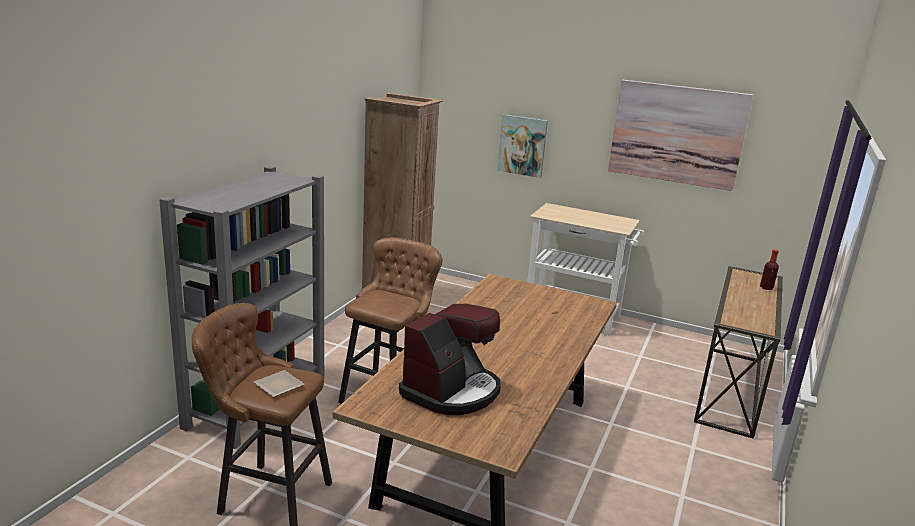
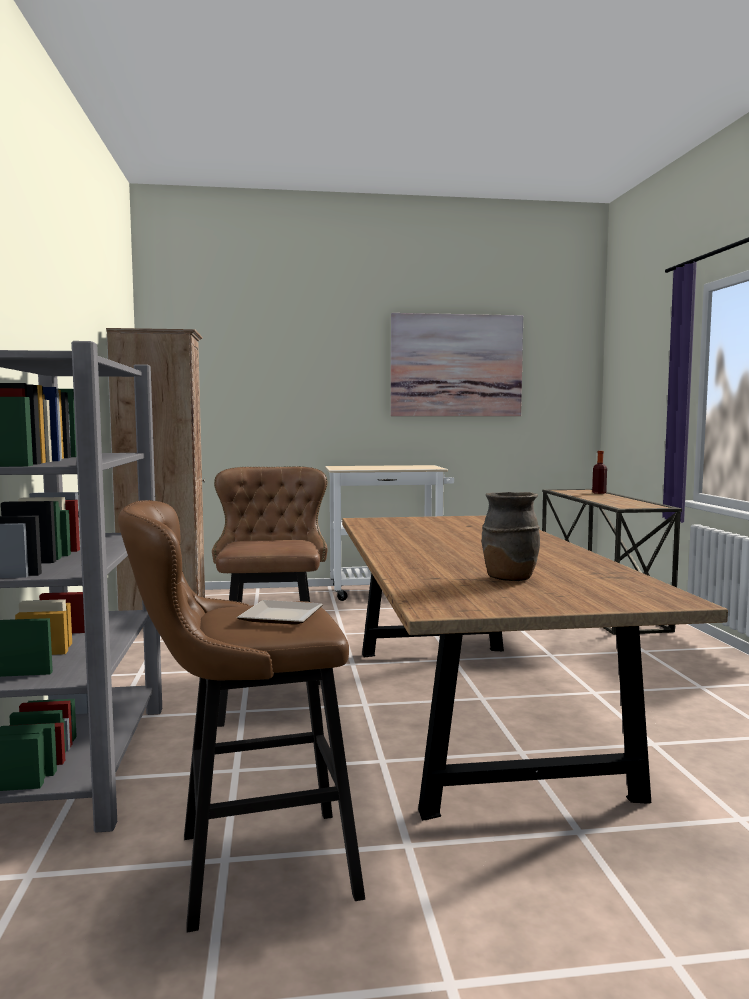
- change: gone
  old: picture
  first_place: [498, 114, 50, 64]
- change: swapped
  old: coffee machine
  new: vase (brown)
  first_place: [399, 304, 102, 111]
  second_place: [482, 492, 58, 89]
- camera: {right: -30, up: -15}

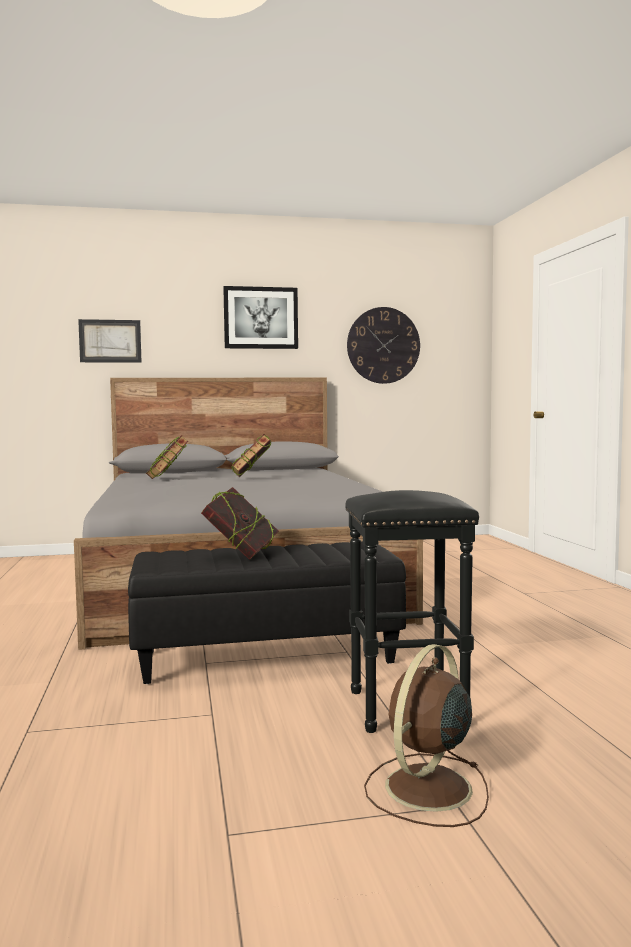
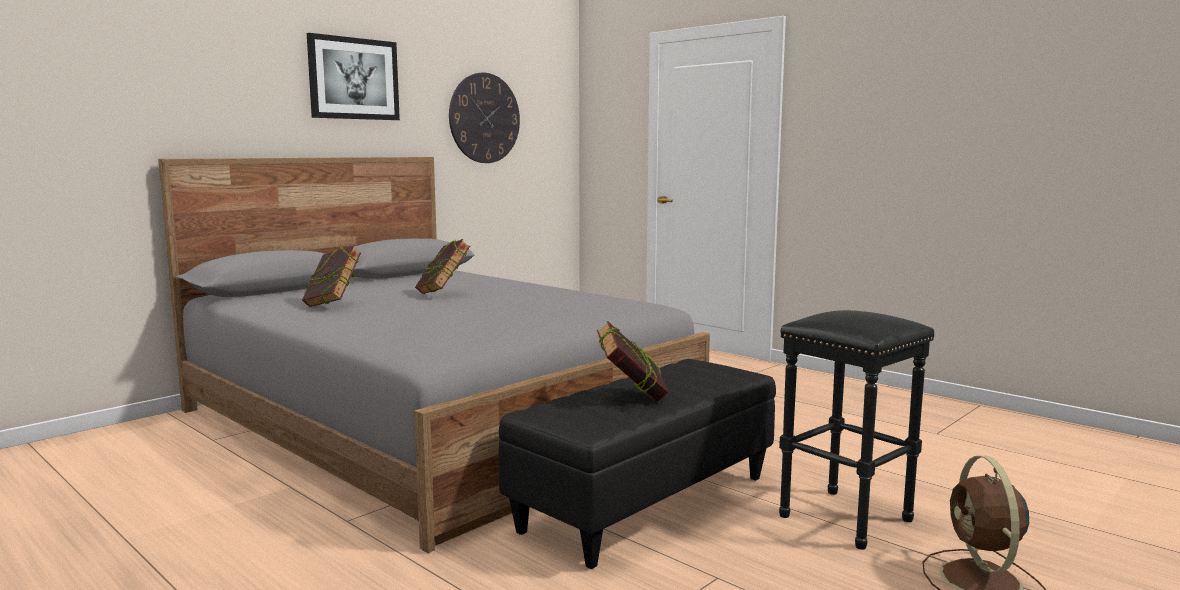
- change: gone
  old: picture
  first_place: [78, 319, 64, 44]
- camera: {right: -35, up: 5}

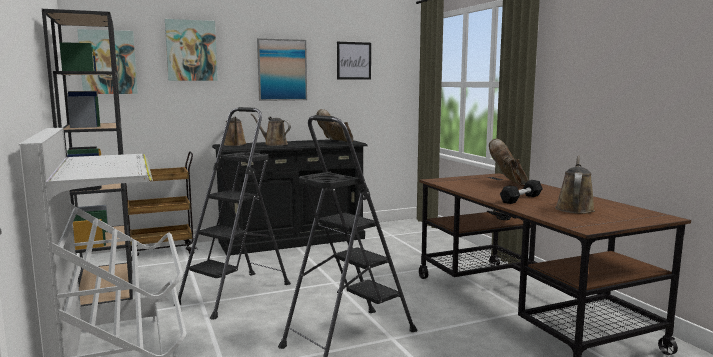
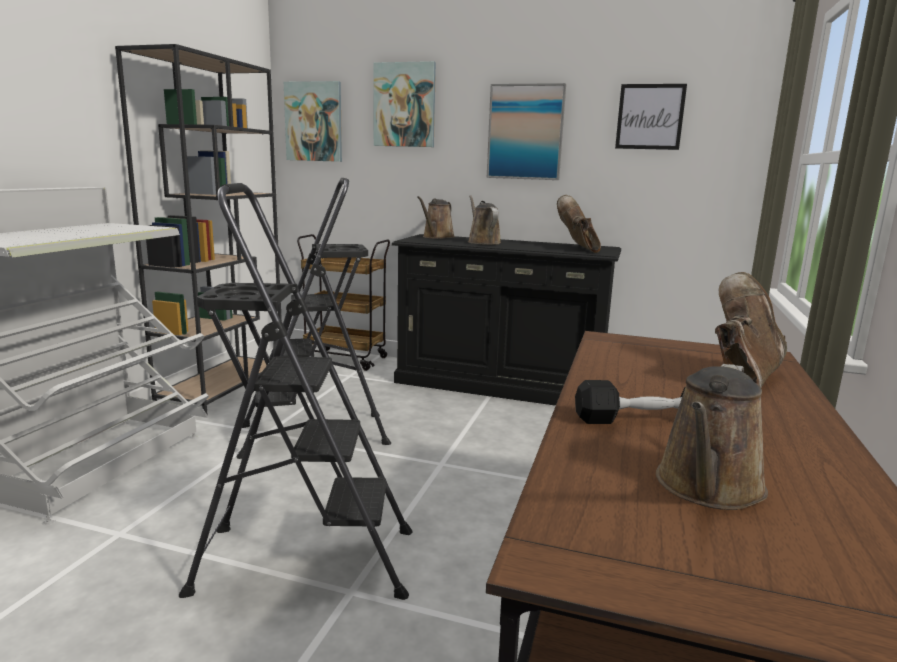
- change: rotated
  old: watering can (brown)
  first_place: [555, 156, 40, 58]
  second_place: [656, 364, 112, 146]
  degrees: 150
- camera: {right: 40, up: 5}

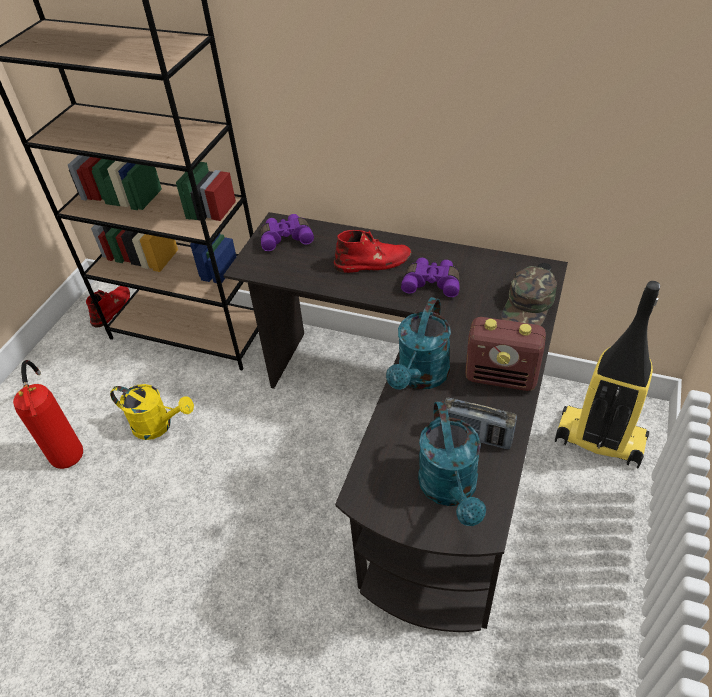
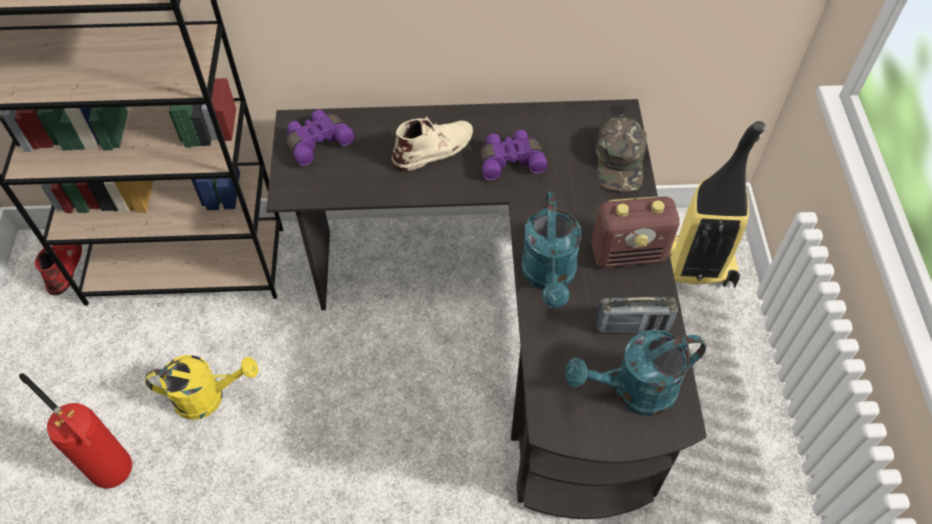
- change: repainted
  old: boot (red)
  new: boot (beige)
  first_place: [334, 230, 78, 43]
  second_place: [392, 117, 81, 54]
- change: rotated
  old: watering can (turquoise)
  first_place: [418, 401, 68, 125]
  second_place: [565, 330, 141, 86]
  degrees: 105
- camera: {right: -25, up: 10}

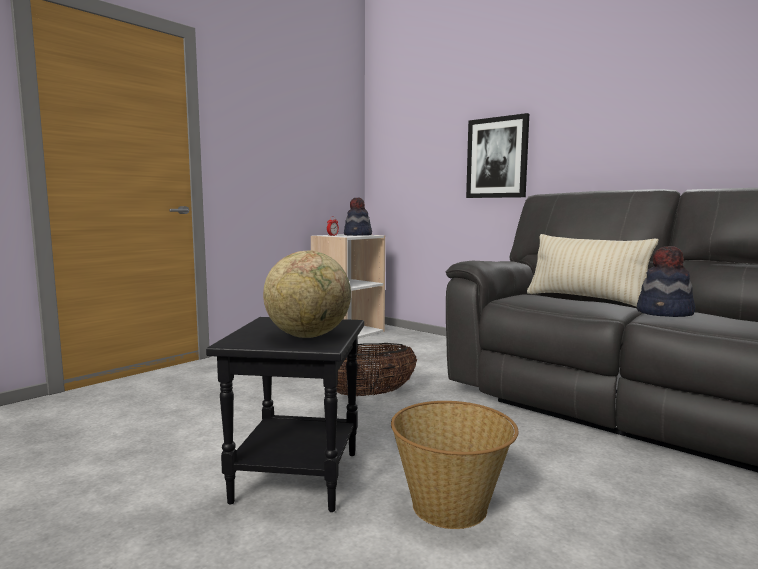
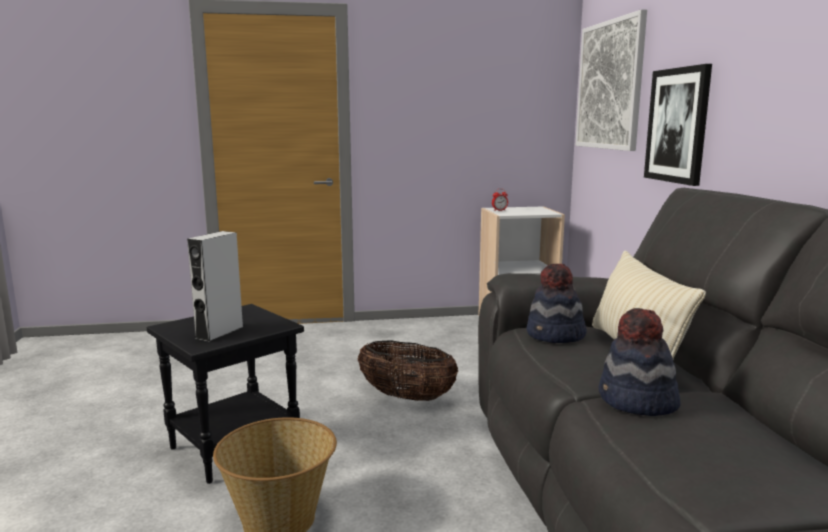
- change: new
  new: picture
  second_place: [576, 9, 71, 142]
- change: shifted
  old: hat
  first_place: [344, 198, 28, 38]
  second_place: [526, 264, 61, 79]
- change: swapped
  old: globe
  new: speaker (grey)
  first_place: [263, 251, 88, 87]
  second_place: [187, 231, 57, 111]
- camera: {right: 40, up: 5}

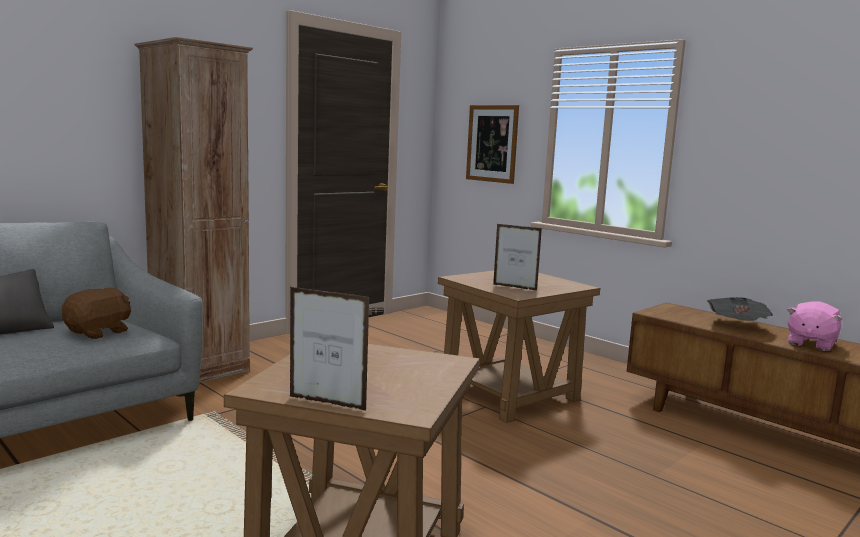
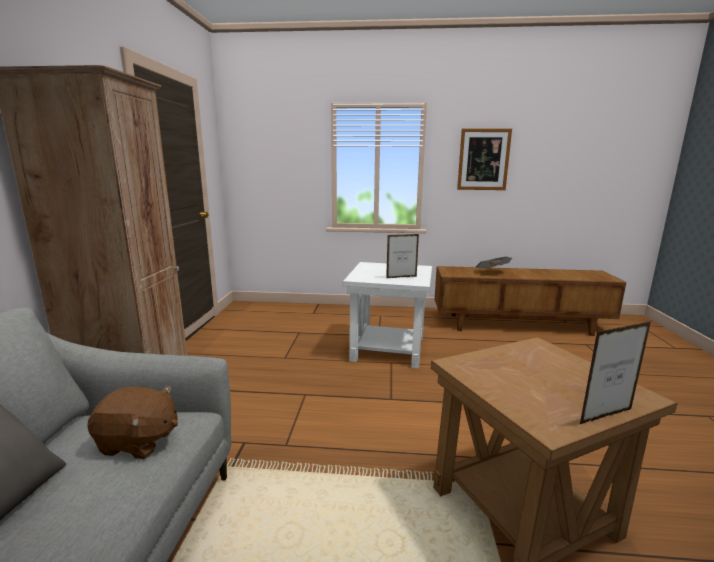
- change: gone
  old: plush toy (pink)
  first_place: [786, 301, 57, 50]
- change: shifted
  old: picture
  first_place: [466, 105, 53, 79]
  second_place: [457, 128, 55, 62]
- change: repainted
  old: side table (brown)
  new: side table (white)
  first_place: [438, 270, 162, 153]
  second_place: [343, 262, 89, 107]
- change: rotated
  old: plush toy (brown)
  first_place: [62, 288, 69, 51]
  second_place: [87, 386, 91, 73]
  degrees: 105
- camera: {right: -40, up: 5}

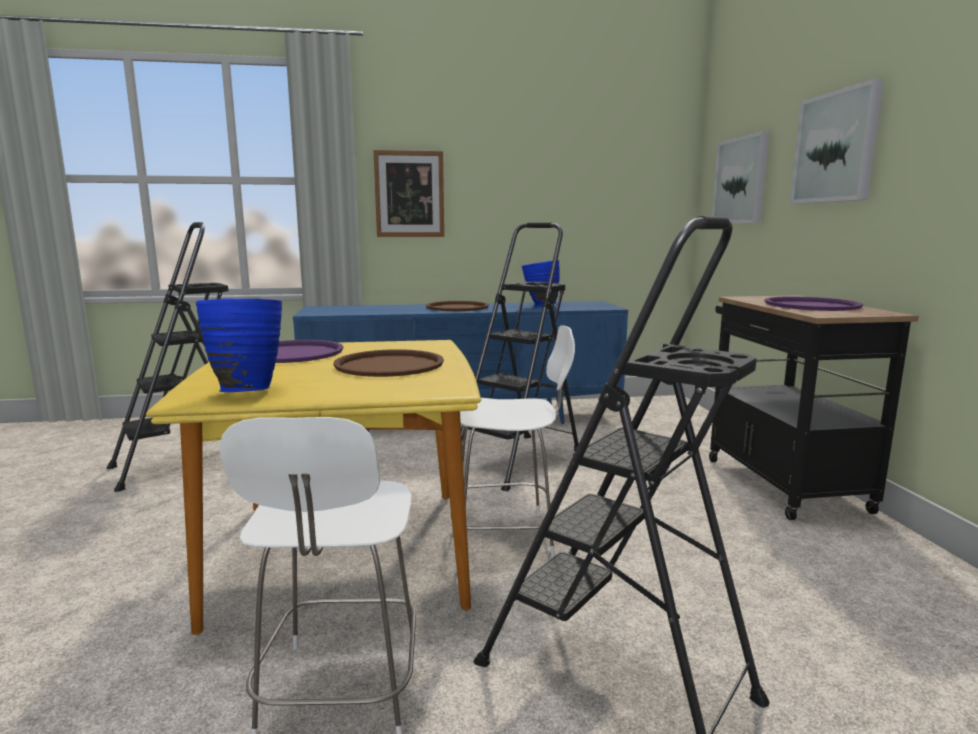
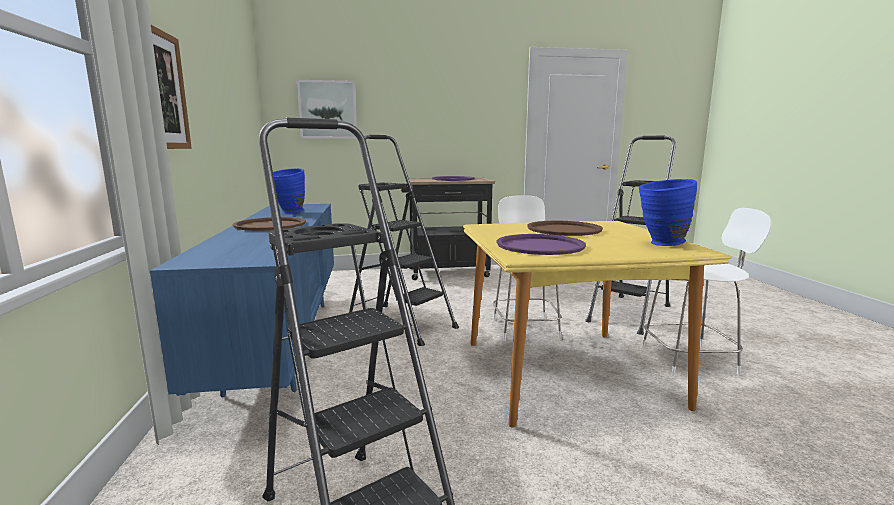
- change: gone
  old: picture
  first_place: [790, 78, 94, 126]
- camera: {right: -90, up: 0}

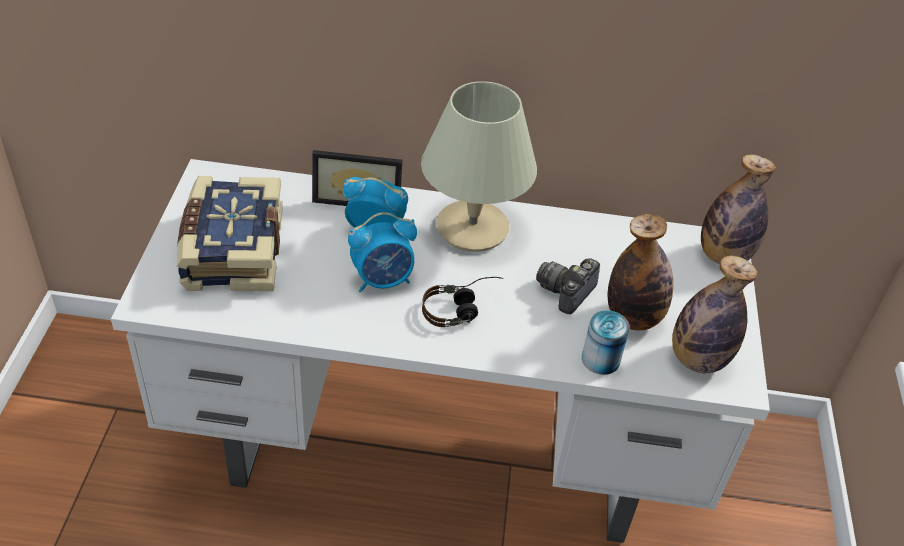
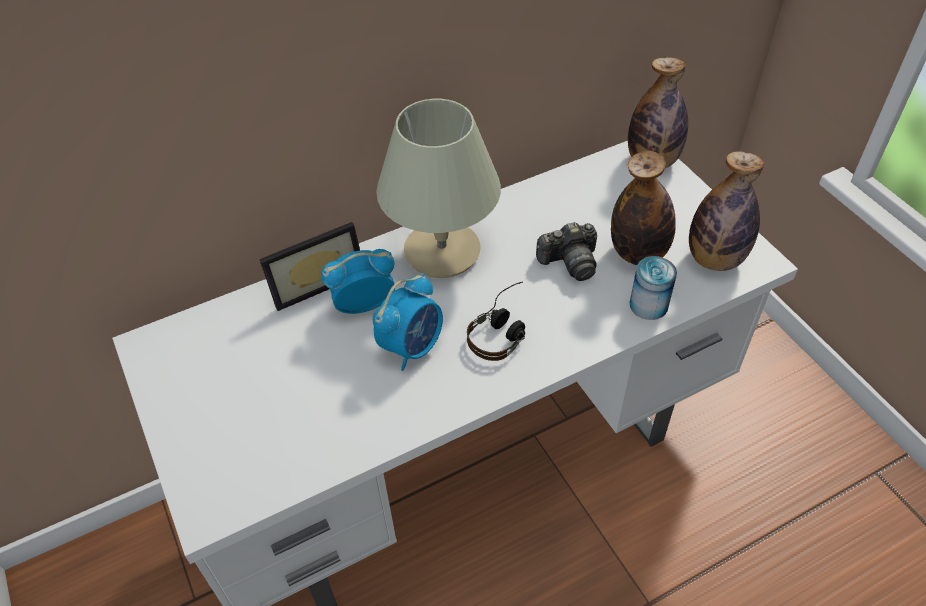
- change: gone
  old: book
  first_place: [177, 176, 106, 115]
- change: rotated
  old: photo camera
  first_place: [536, 258, 64, 56]
  second_place: [536, 222, 61, 59]
  degrees: -105
- camera: {right: -30, up: 5}

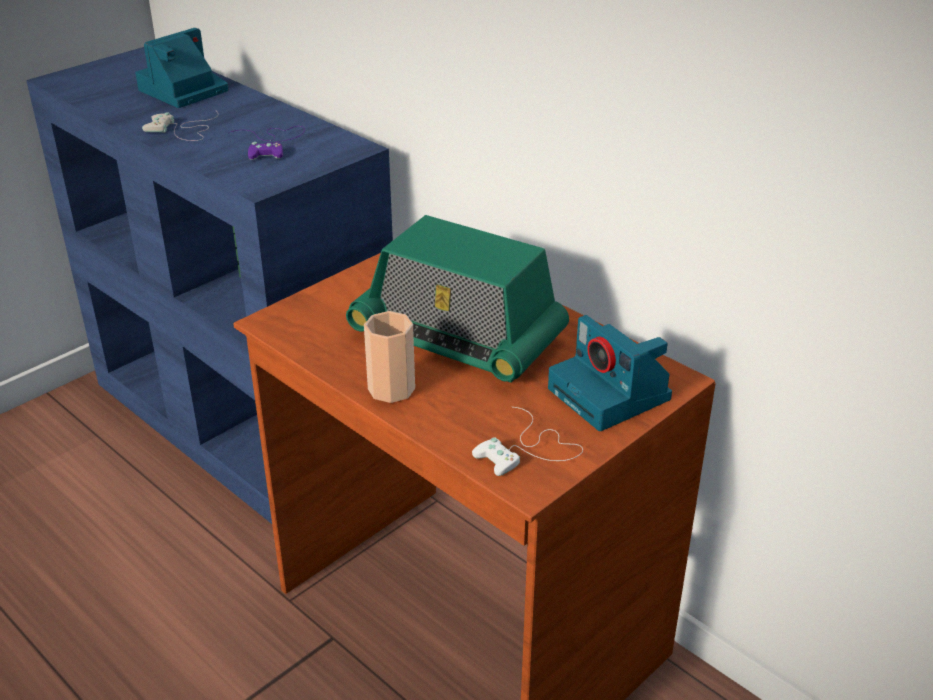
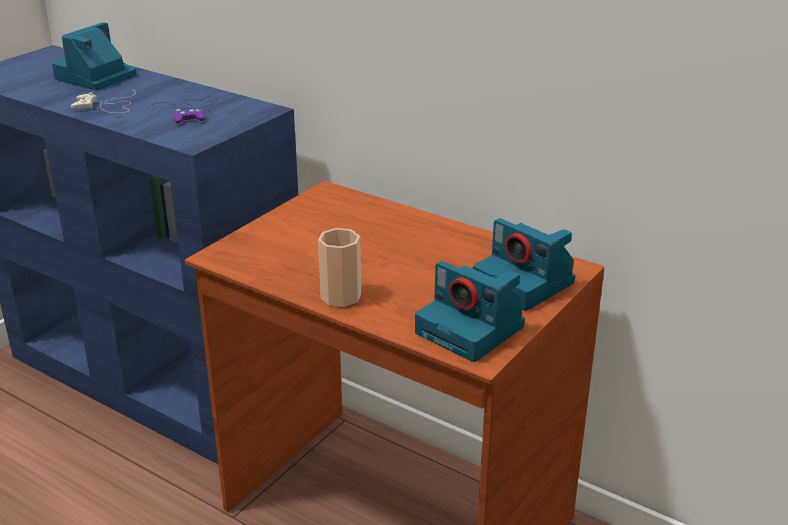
- change: gone
  old: radio
  first_place: [346, 215, 223, 168]
- change: swapped
  old: game controller (white)
  new: photo camera
  first_place: [472, 407, 111, 69]
  second_place: [415, 261, 110, 101]
- camera: {right: -10, up: -5}

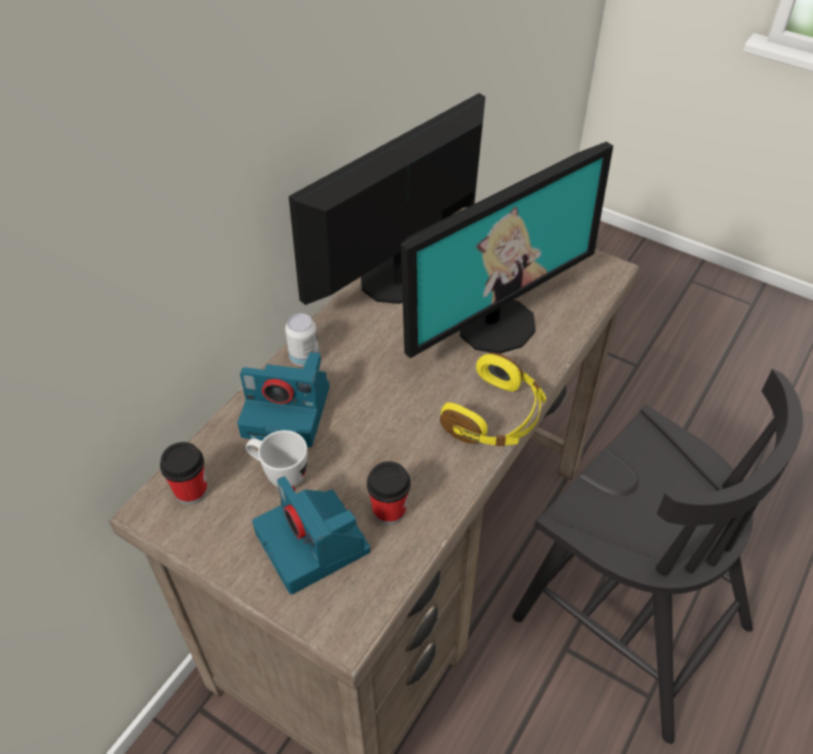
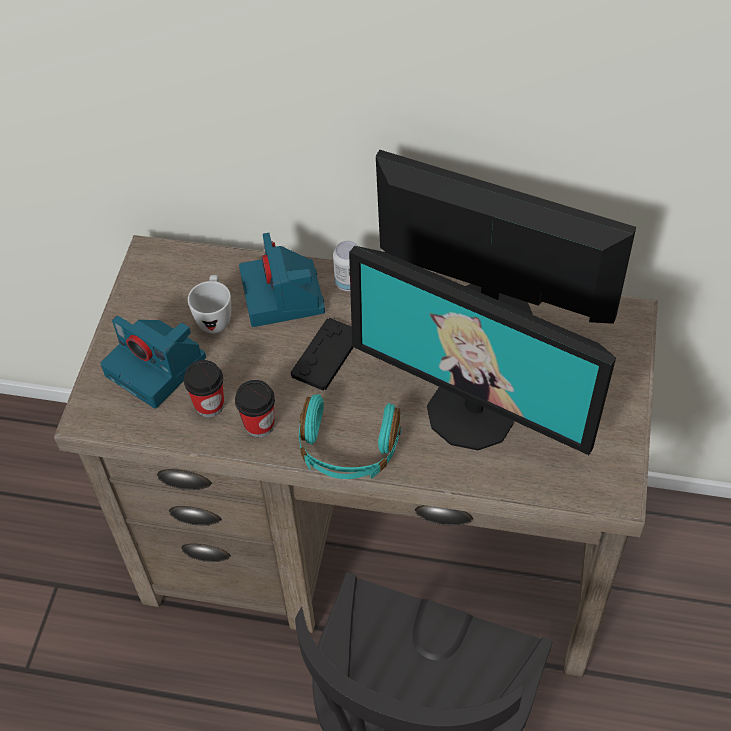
- change: new
  new: game controller (black)
  second_place: [291, 318, 63, 72]
- change: shifted
  old: cup
  first_place: [160, 442, 48, 63]
  second_place: [235, 380, 40, 57]
- change: repainted
  old: headphones (yellow)
  new: headphones (turquoise)
  first_place: [440, 352, 106, 94]
  second_place: [299, 394, 103, 85]
- change: rotated
  old: photo camera
  first_place: [252, 476, 118, 119]
  second_place: [100, 316, 106, 93]
  degrees: -90
- camera: {right: 70, up: 5}

